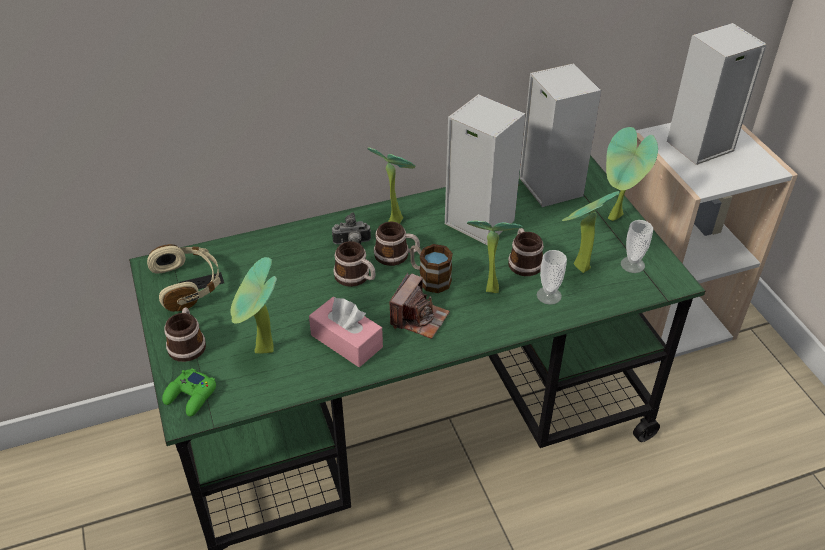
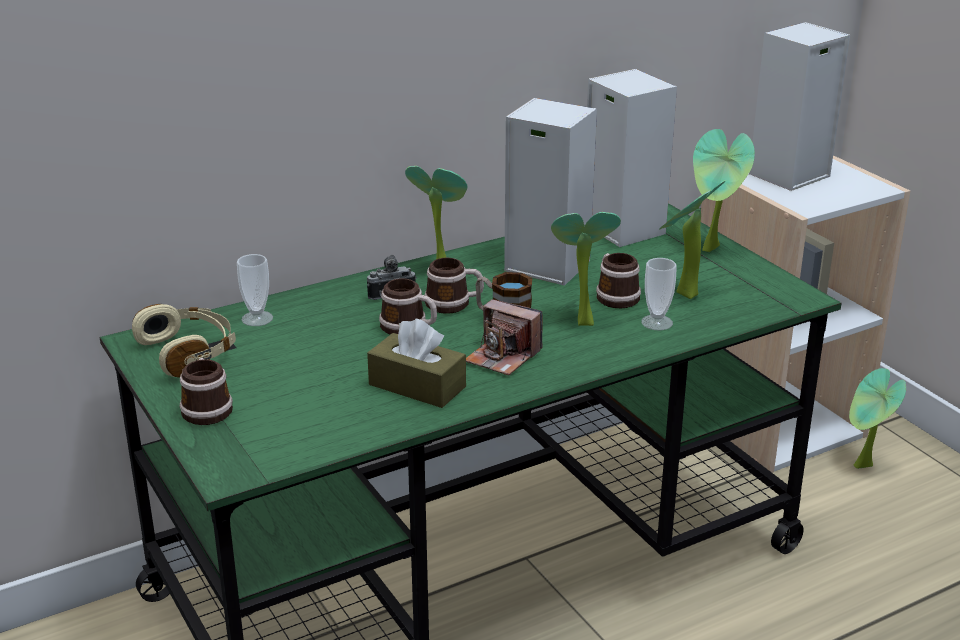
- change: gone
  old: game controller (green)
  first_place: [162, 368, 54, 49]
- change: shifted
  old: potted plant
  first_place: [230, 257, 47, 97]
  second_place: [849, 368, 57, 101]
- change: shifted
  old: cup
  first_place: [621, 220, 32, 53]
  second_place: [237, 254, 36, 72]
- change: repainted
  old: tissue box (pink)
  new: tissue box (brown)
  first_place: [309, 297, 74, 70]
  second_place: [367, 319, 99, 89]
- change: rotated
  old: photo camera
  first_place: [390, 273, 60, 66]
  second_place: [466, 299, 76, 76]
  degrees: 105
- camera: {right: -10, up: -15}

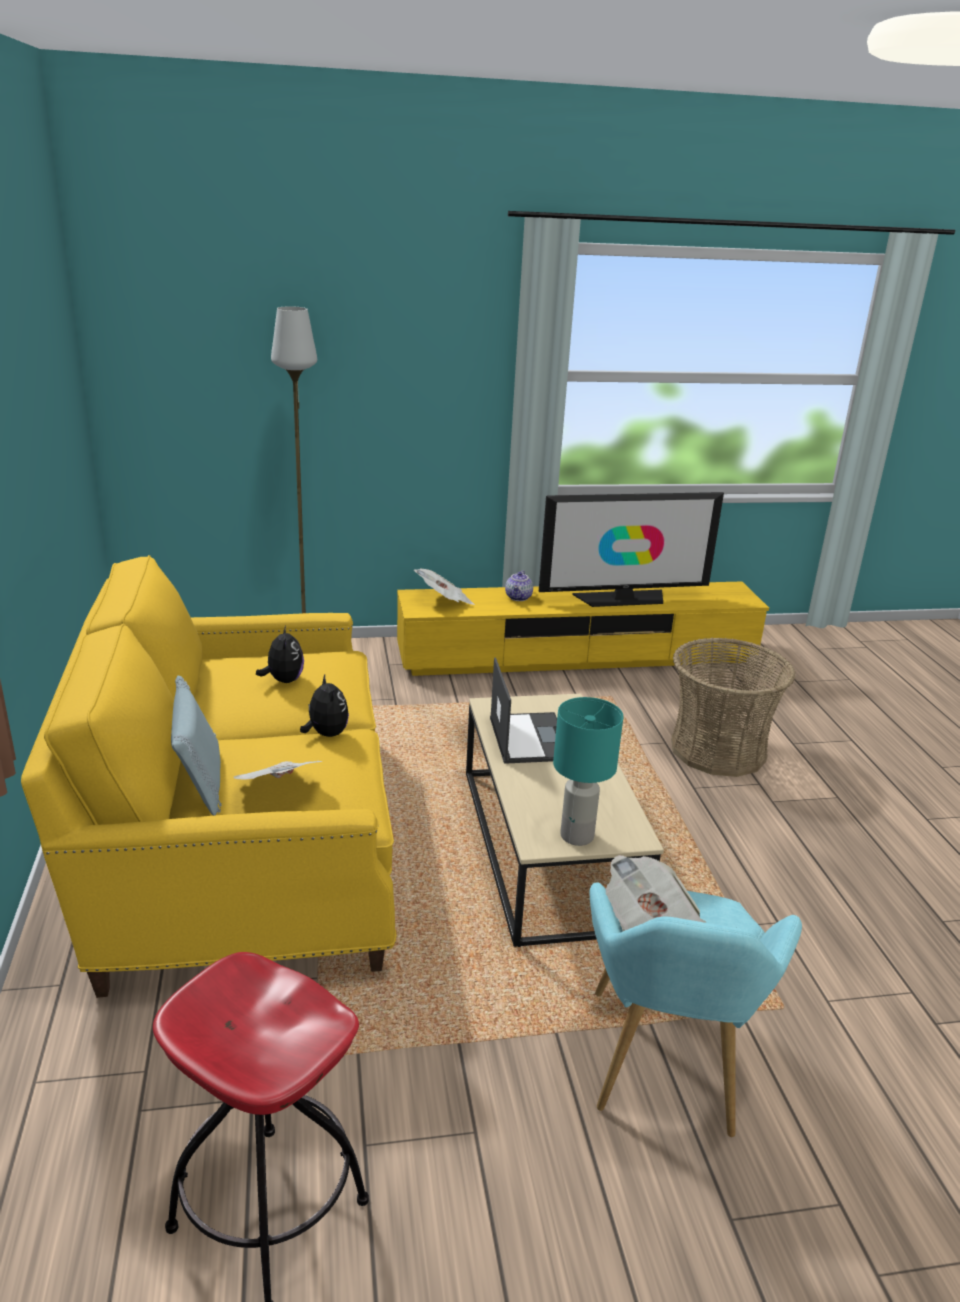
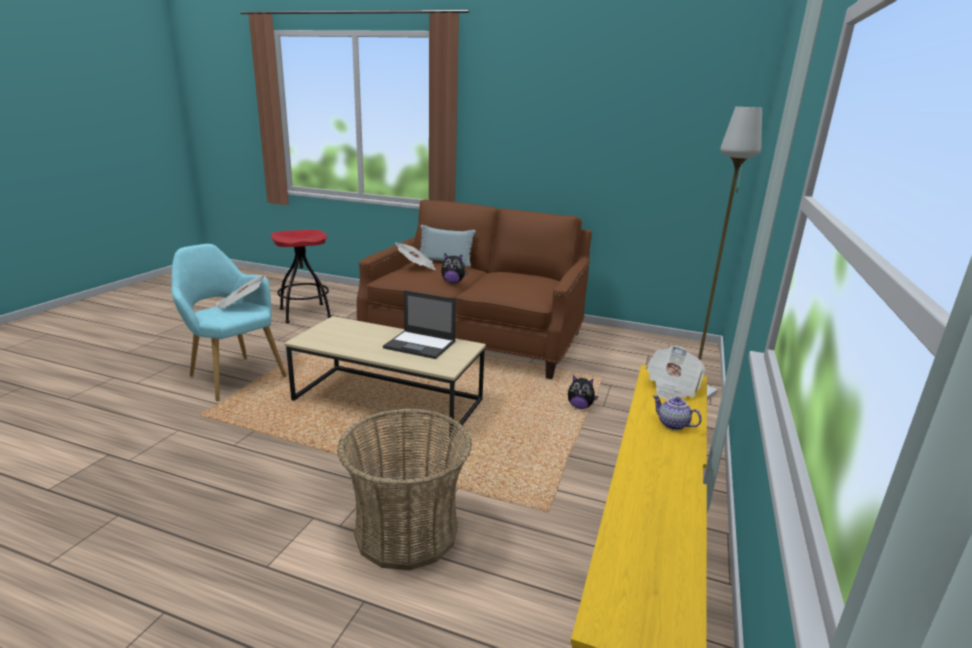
- change: gone
  old: television
  first_place: [539, 492, 185, 115]
- change: gone
  old: table lamp (turquoise)
  first_place: [553, 697, 71, 149]
- change: shifted
  old: plush toy
  first_place: [256, 625, 48, 58]
  second_place: [568, 375, 30, 34]
- change: repainted
  old: sofa (yellow)
  new: sofa (brown)
  first_place: [21, 555, 376, 443]
  second_place: [357, 199, 235, 180]
- camera: {right: 120, up: -5}

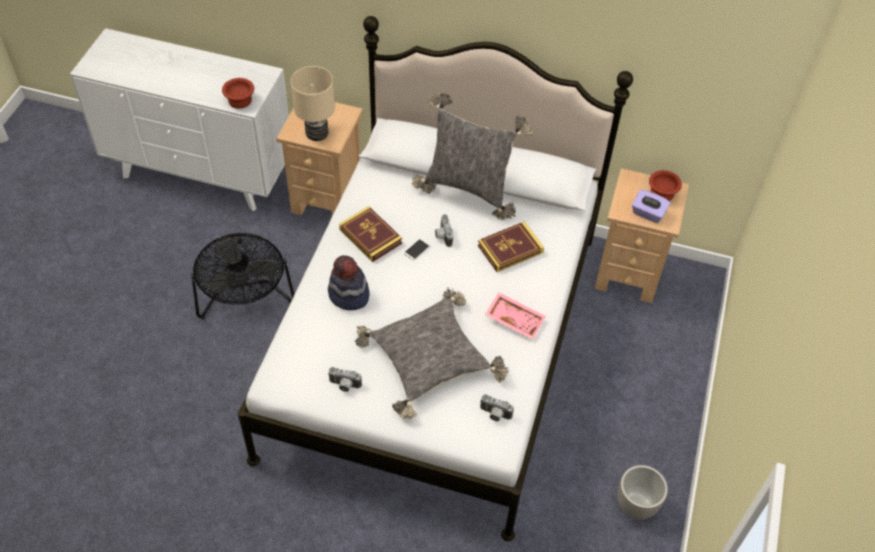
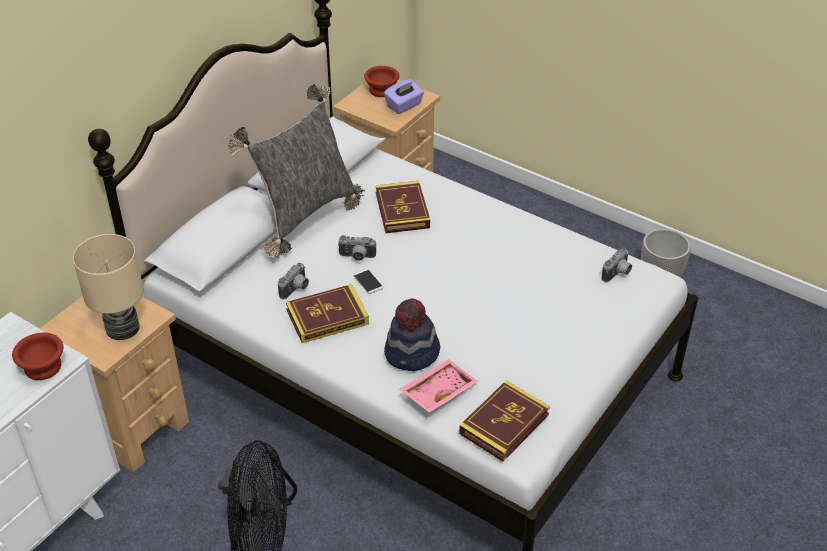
- change: gone
  old: pillow
  first_place: [355, 287, 153, 132]
- change: new
  new: book
  second_place: [459, 381, 91, 81]
- change: shifted
  old: photo camera
  first_place: [328, 367, 34, 25]
  second_place: [278, 263, 31, 36]
- change: shifted
  old: tray (pink)
  first_place: [485, 292, 61, 48]
  second_place: [400, 359, 78, 54]
- camera: {right: -70, up: -10}

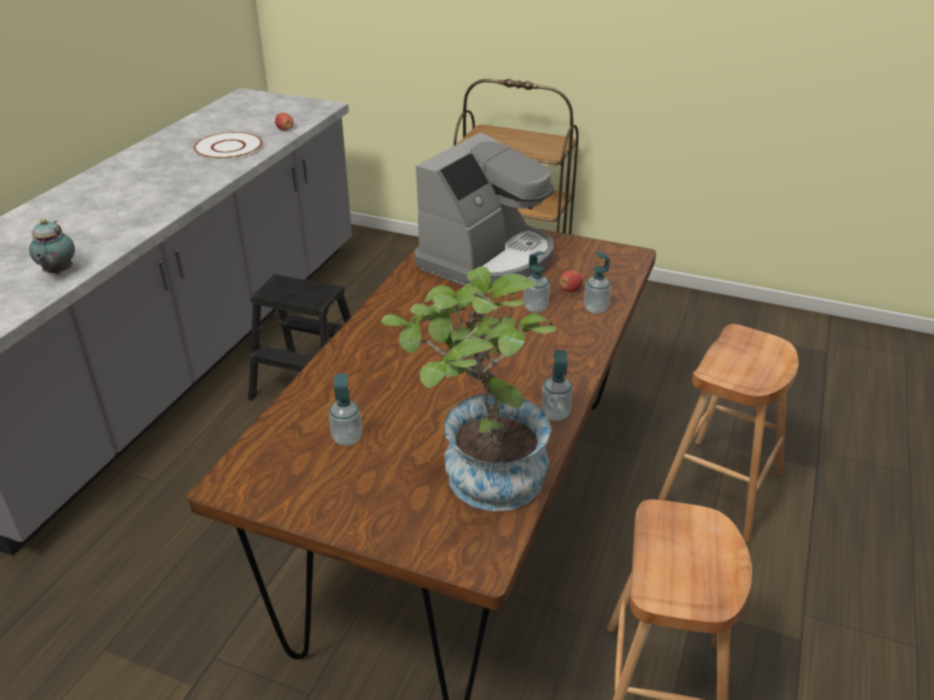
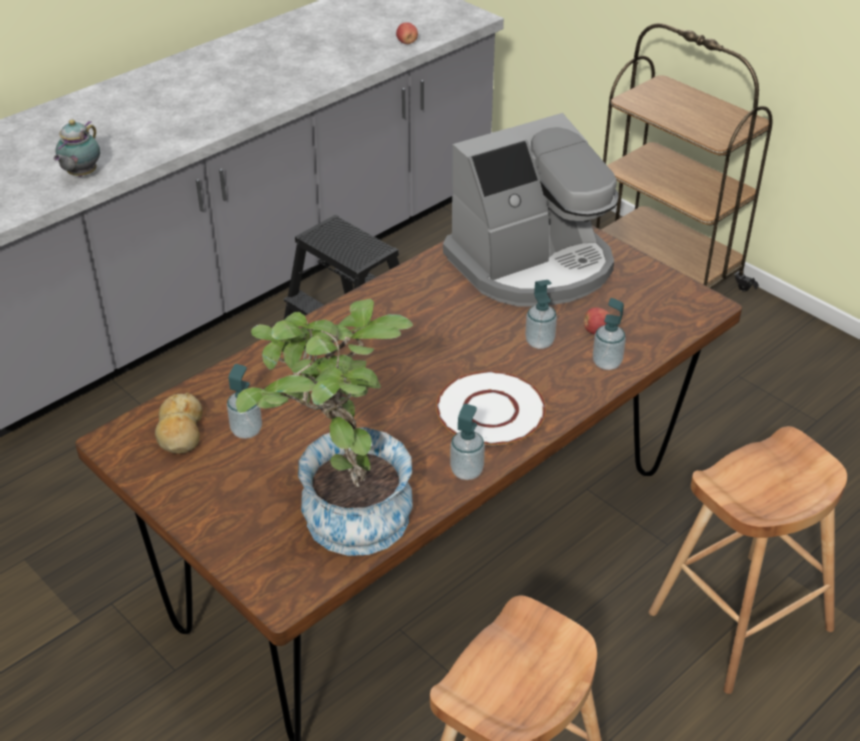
- change: new
  new: bread
  second_place: [155, 392, 48, 62]
- change: shifted
  old: plate (white)
  first_place: [194, 132, 68, 28]
  second_place: [436, 371, 110, 74]
- camera: {right: 25, up: 5}

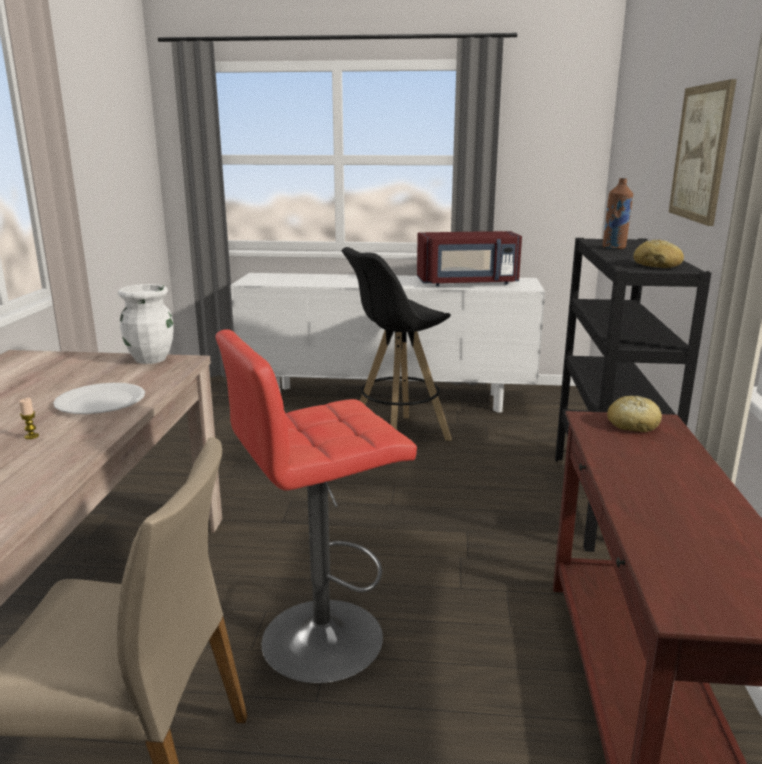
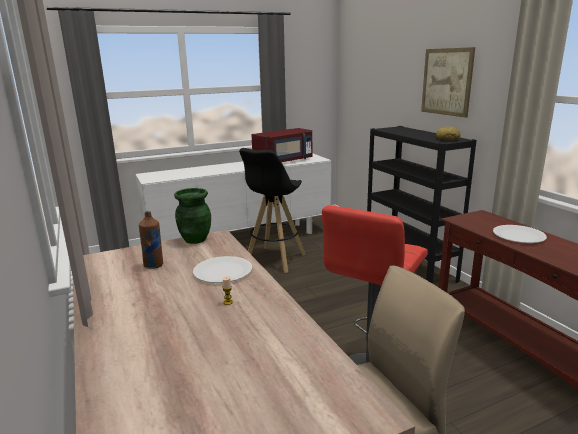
- change: gone
  old: bread
  first_place: [607, 396, 55, 36]
- change: new
  new: plate (white)
  second_place: [493, 225, 54, 18]
- change: shifted
  old: bottle (brown)
  first_place: [603, 178, 30, 71]
  second_place: [139, 211, 24, 58]
- change: repainted
  old: vase (white)
  new: vase (green)
  first_place: [118, 284, 56, 80]
  second_place: [174, 188, 37, 56]
- camera: {right: -30, up: 0}

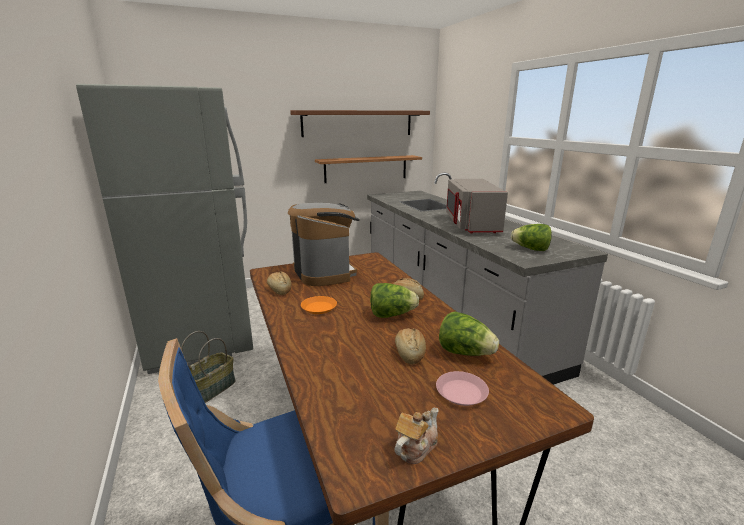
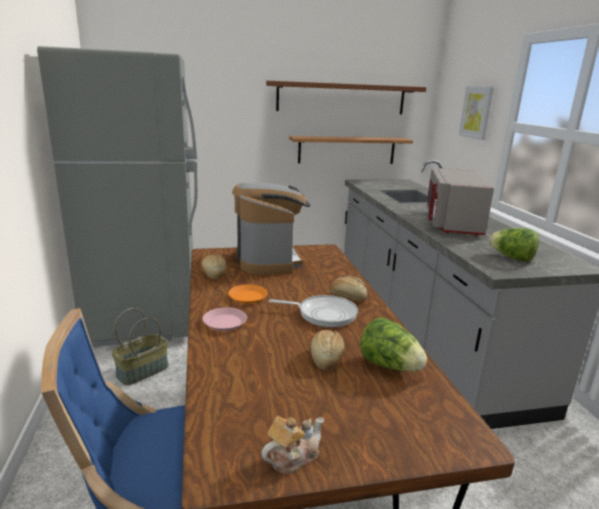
- change: new
  new: picture
  second_place: [459, 86, 35, 54]
- change: shifted
  old: plate (pink)
  first_place: [436, 371, 53, 35]
  second_place: [203, 307, 44, 24]
- change: swapped
  old: lettuce
  new: frying pan
  first_place: [370, 283, 49, 35]
  second_place: [269, 295, 89, 32]
- camera: {right: 10, up: 0}

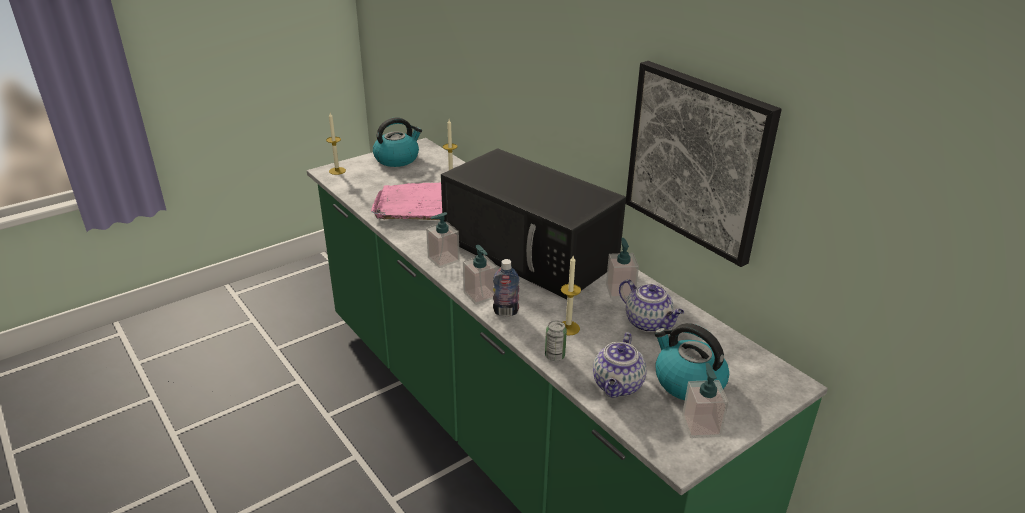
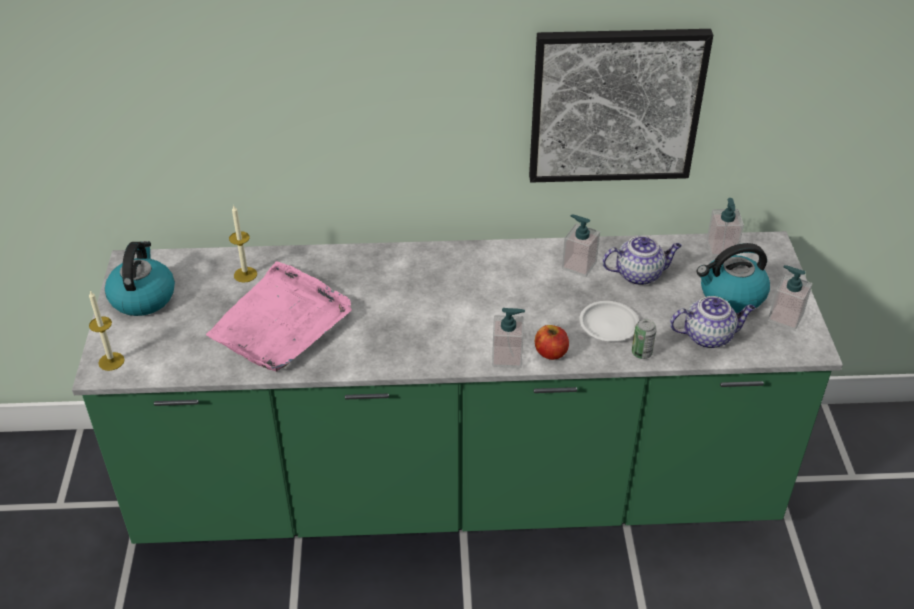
- change: gone
  old: microwave (black)
  first_place: [441, 148, 185, 151]
- change: shifted
  old: soap dispenser
  first_place: [426, 212, 34, 56]
  second_place: [707, 198, 37, 58]
- change: swapped
  old: bottle
  new: apple
  first_place: [493, 259, 27, 57]
  second_place: [535, 325, 34, 35]
- change: swapped
  old: candle
  new: plate (white)
  first_place: [561, 256, 20, 79]
  second_place: [579, 301, 60, 40]
- change: rotated
  old: teapot
  first_place: [593, 332, 54, 66]
  second_place: [670, 296, 85, 52]
  degrees: -60
- camera: {right: -55, up: 10}

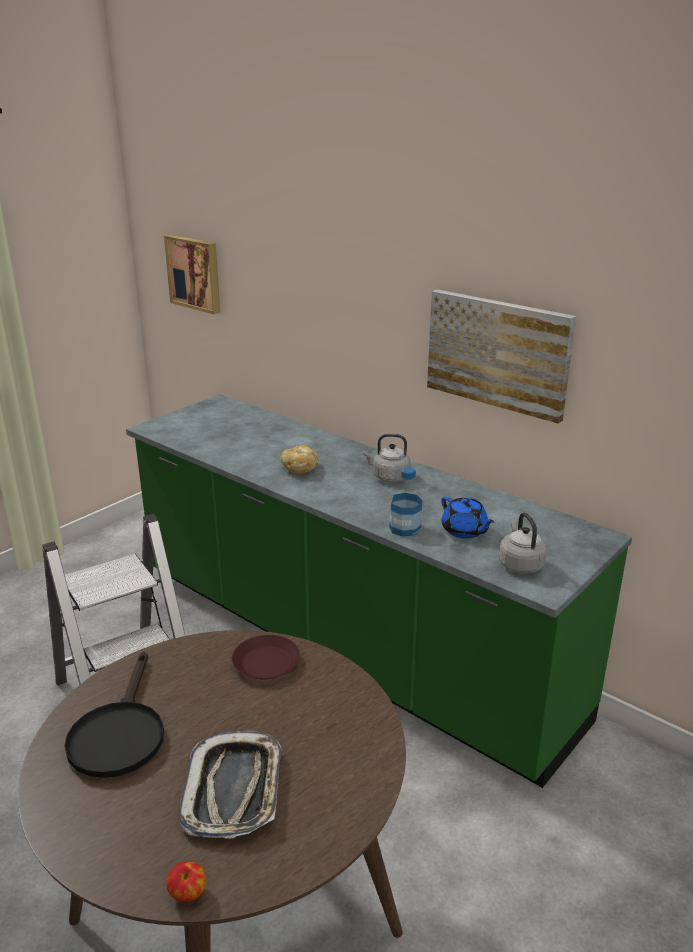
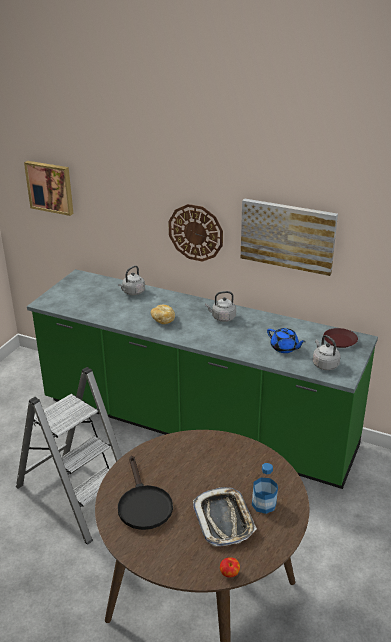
- change: new
  new: kettle (grey)
  second_place: [118, 266, 27, 29]
- change: new
  new: wall clock
  second_place: [168, 204, 55, 58]
- change: shifted
  old: plate (brown)
  first_place: [232, 635, 68, 45]
  second_place: [323, 328, 35, 20]
- change: shifted
  old: bottle
  first_place: [389, 467, 33, 70]
  second_place: [252, 463, 26, 51]
- camera: {right: -15, up: 5}

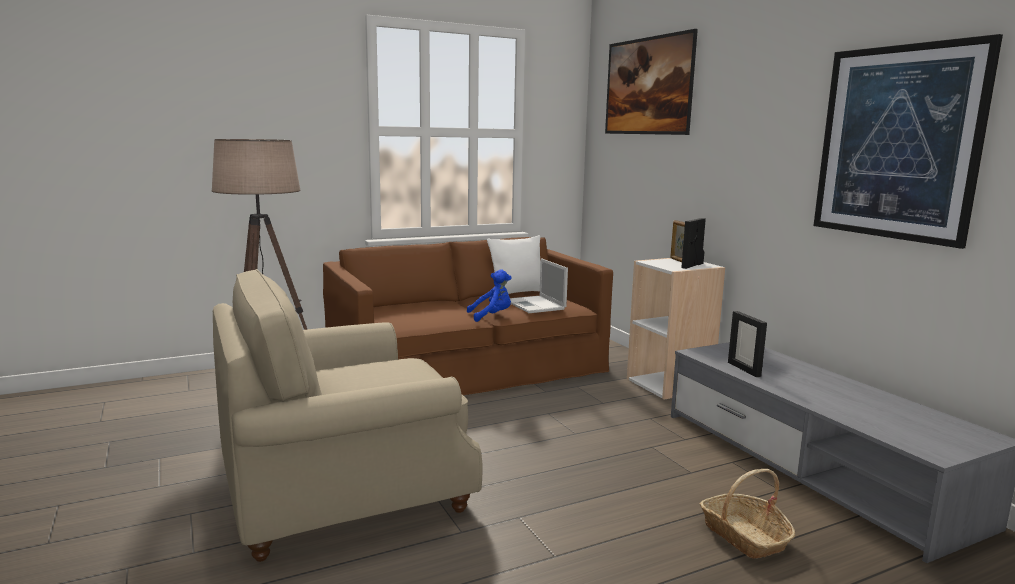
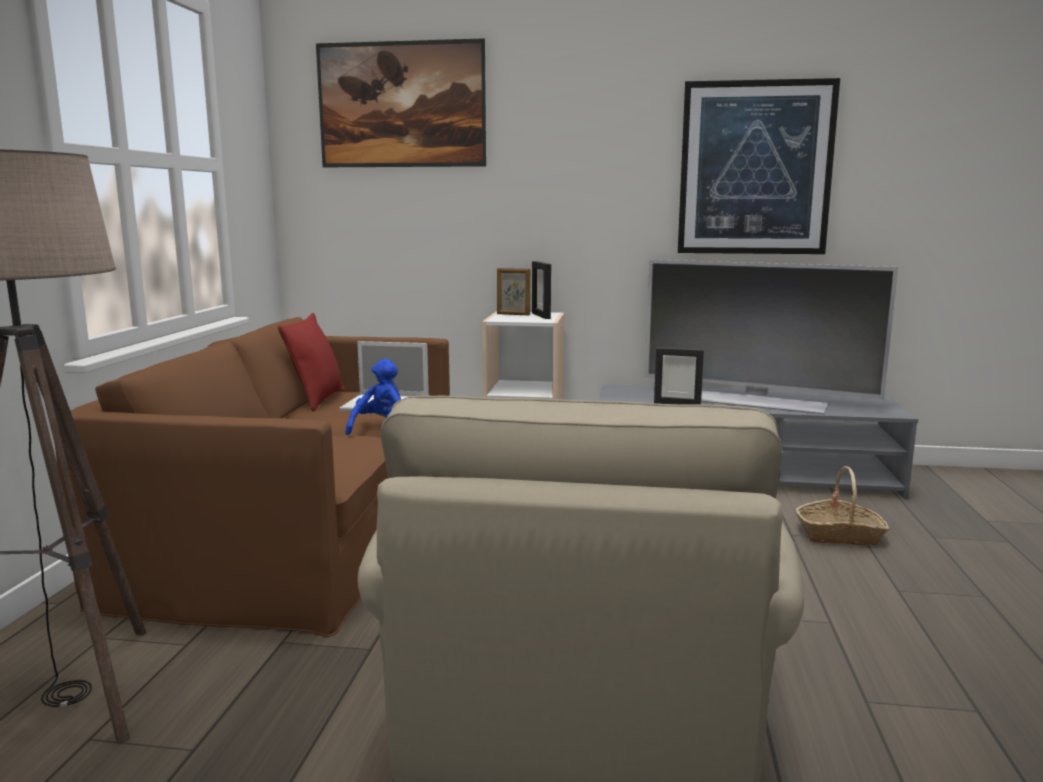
- change: new
  new: television
  second_place: [645, 260, 253, 154]
- change: repainted
  old: pillow (white)
  new: pillow (red)
  first_place: [487, 235, 54, 59]
  second_place: [278, 313, 67, 98]
- camera: {right: -55, up: 0}

